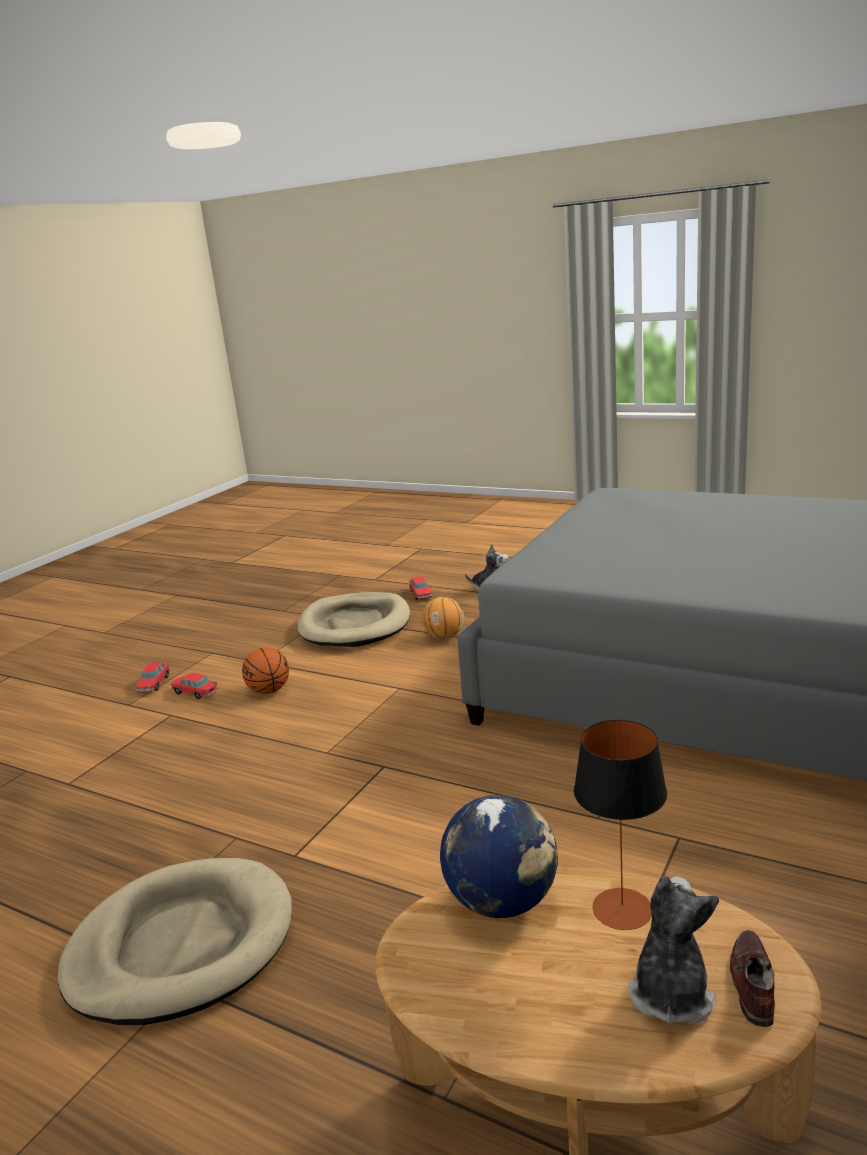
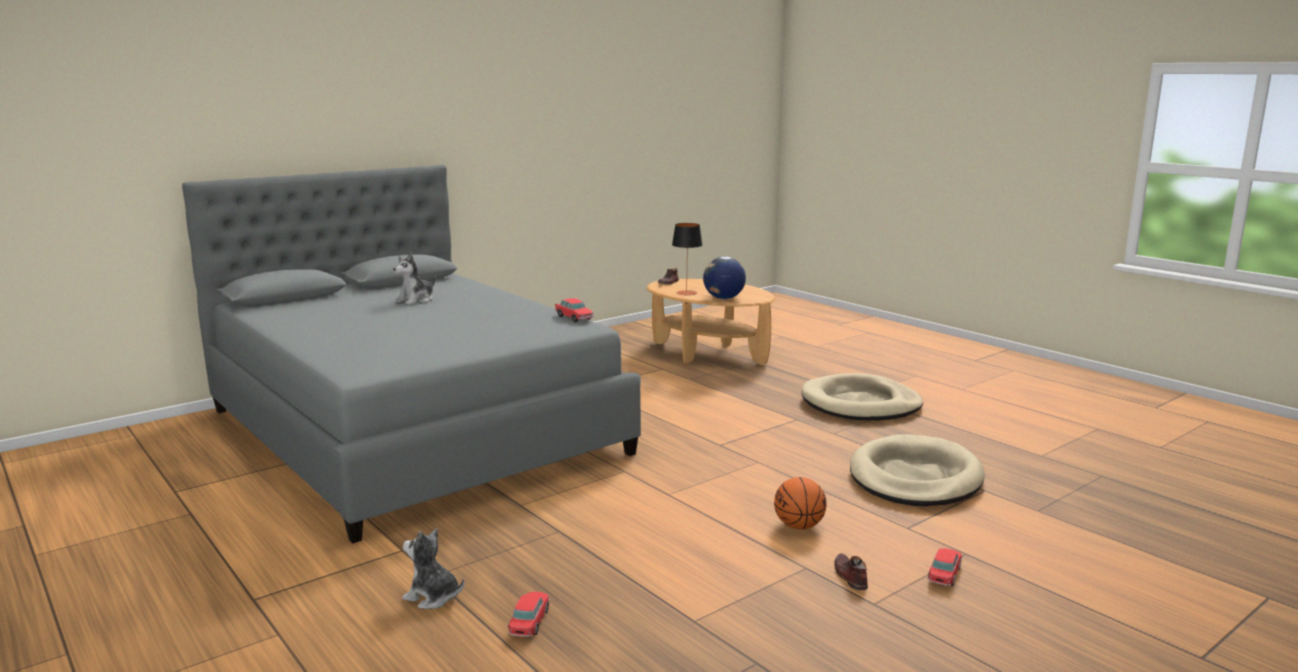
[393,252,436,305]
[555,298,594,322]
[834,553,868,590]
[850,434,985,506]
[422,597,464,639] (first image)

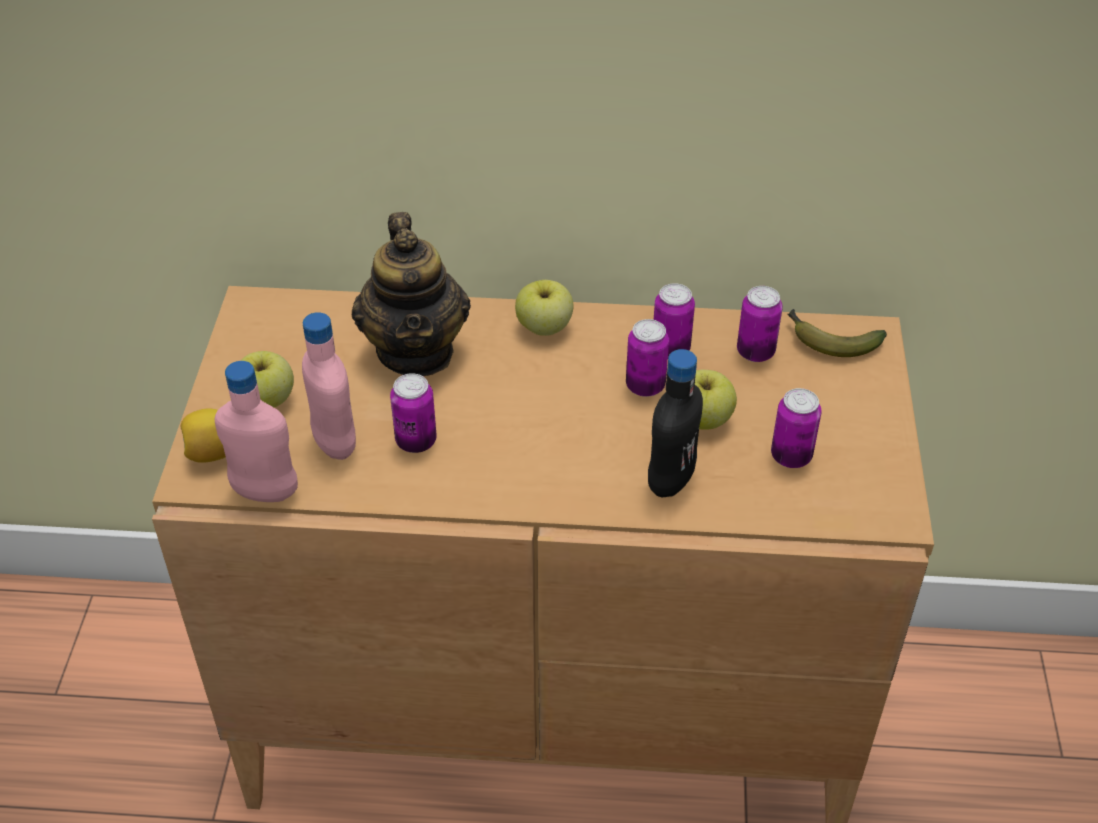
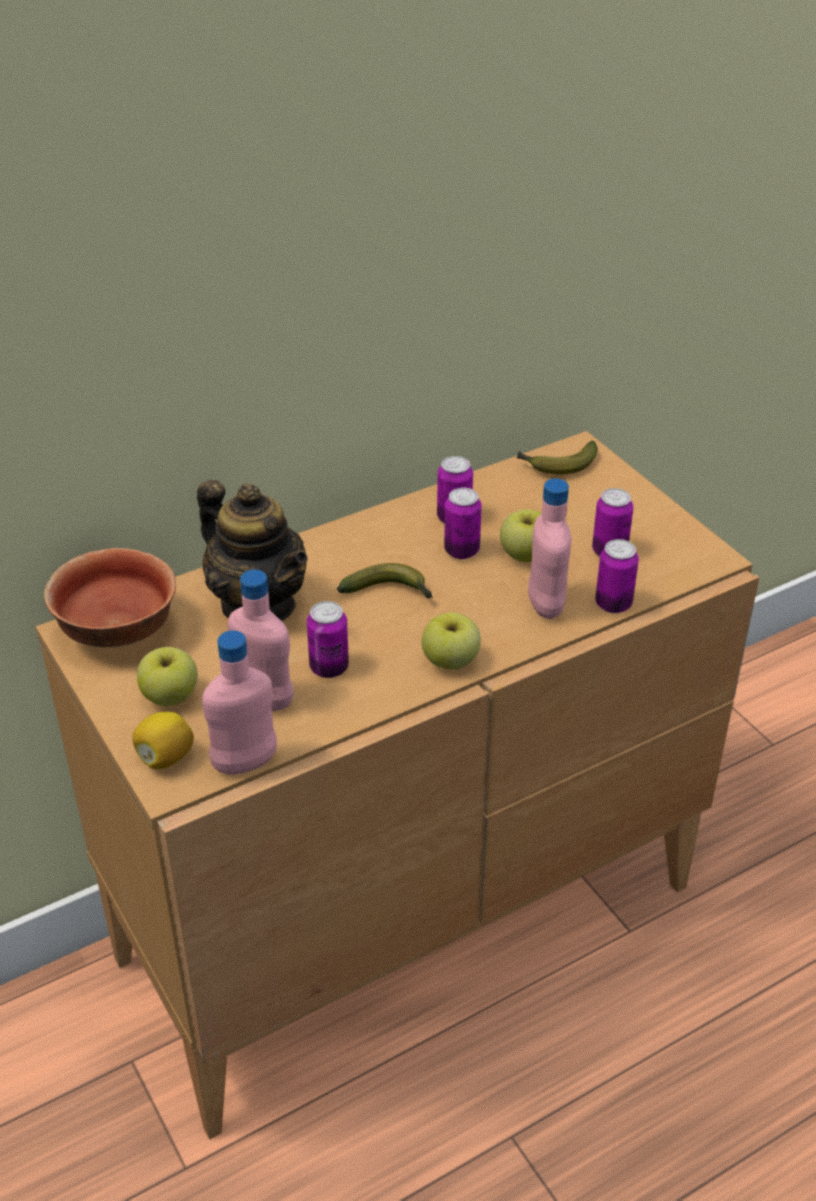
[44,548,176,648]
[337,563,433,598]
[421,612,481,670]
[528,478,571,619]
[595,539,639,613]

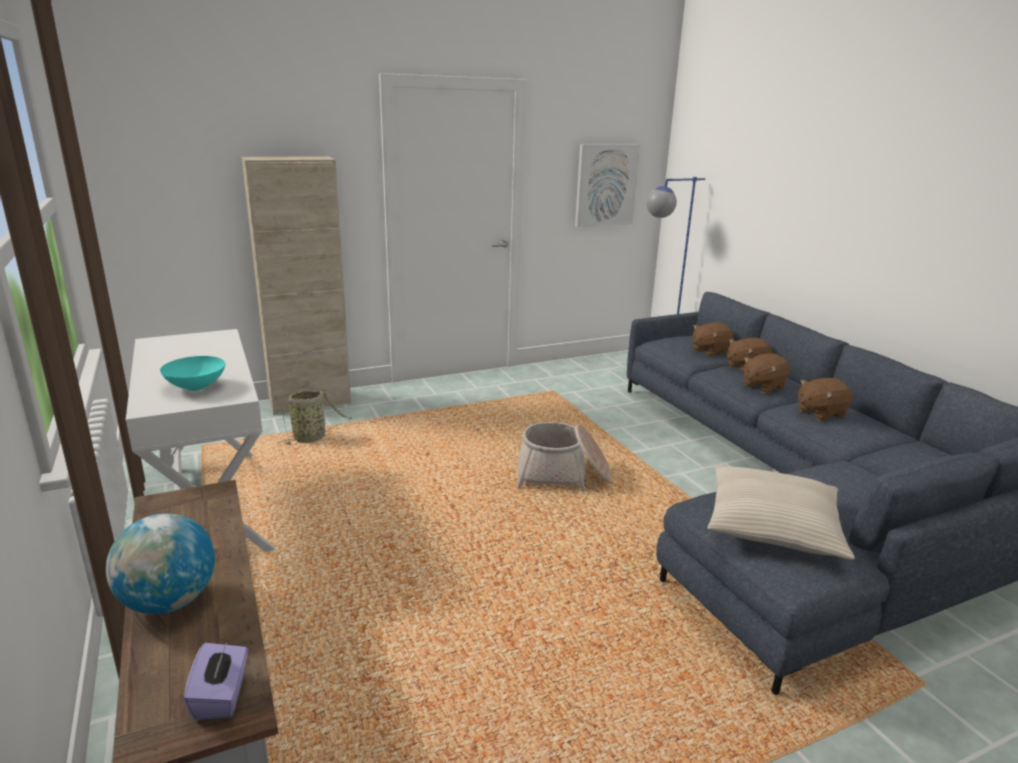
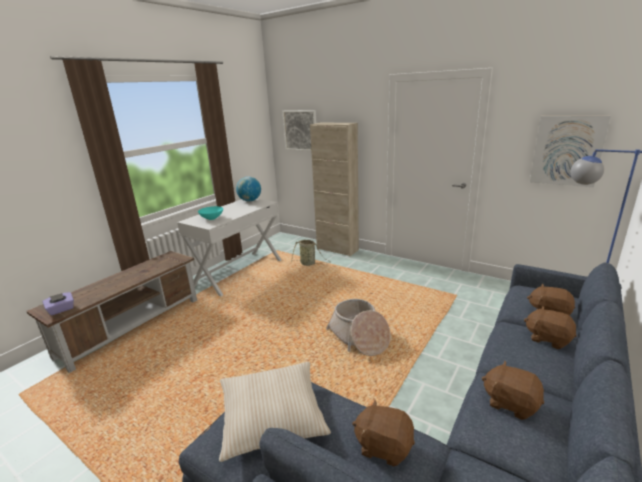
[236,177,261,201]
[283,110,316,151]
[352,399,415,466]

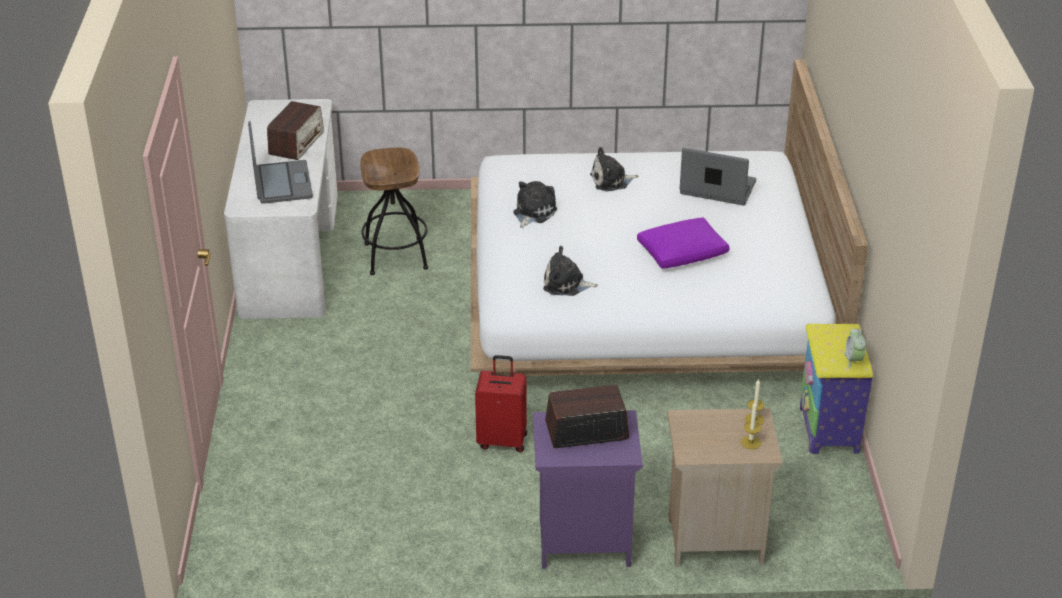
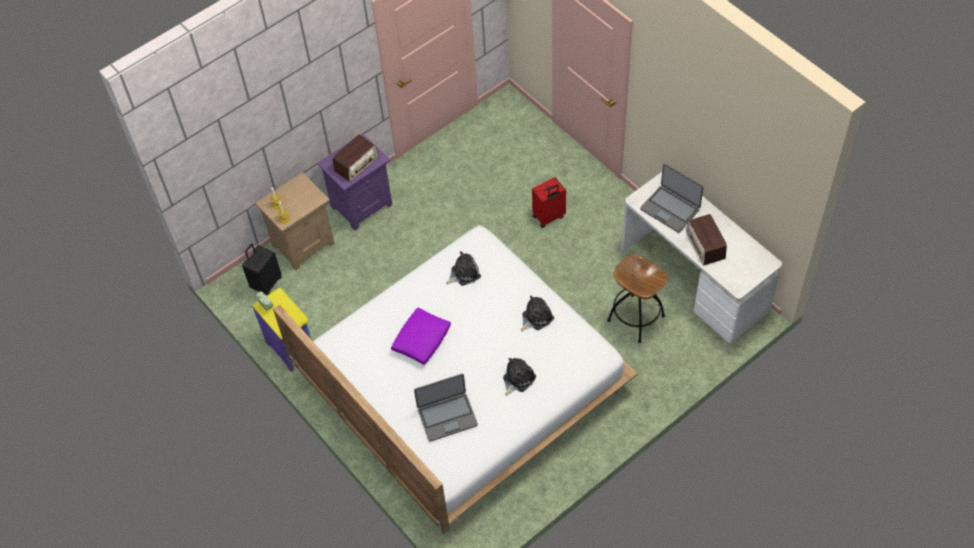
[242,243,282,296]
[521,296,554,331]
[532,177,566,228]

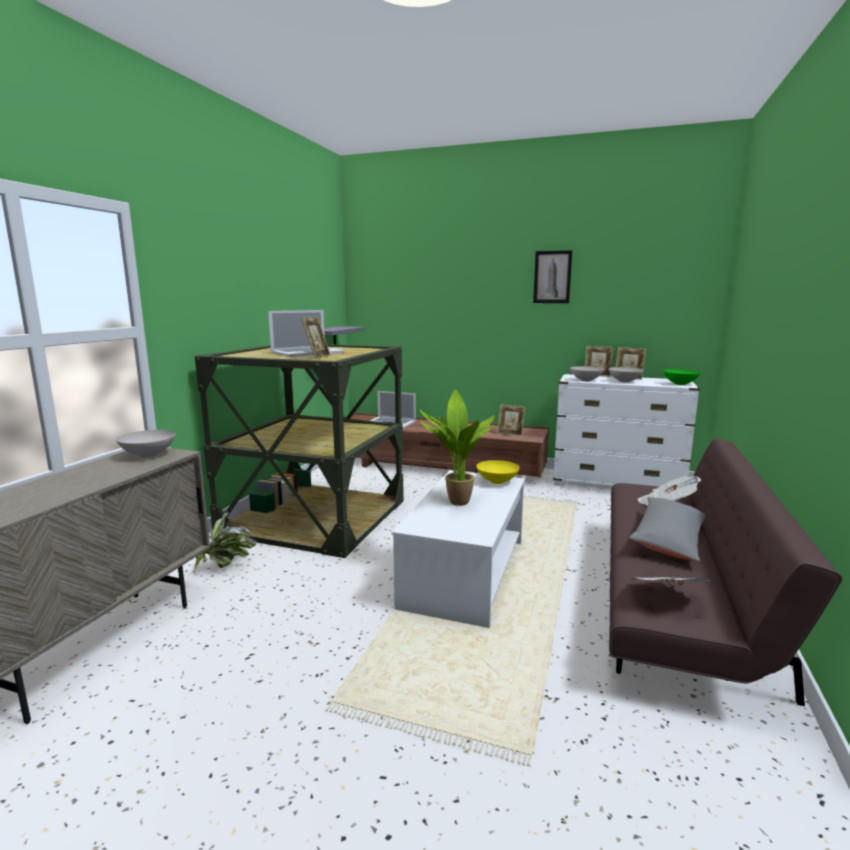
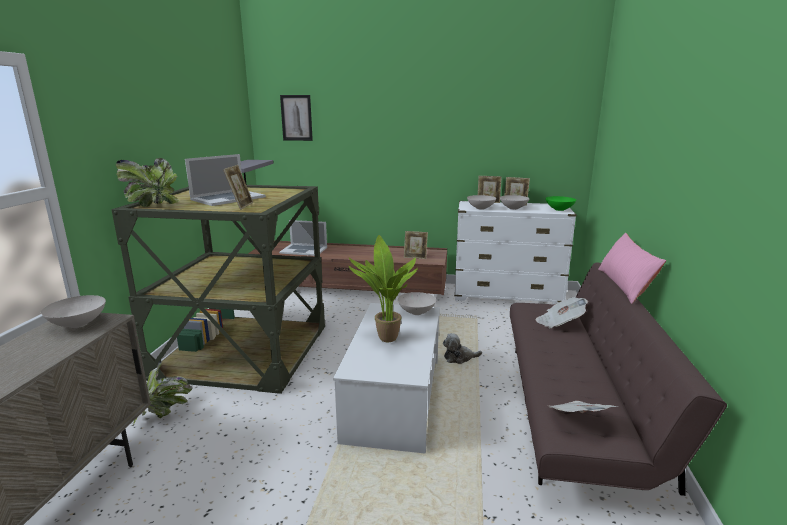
[116,158,179,207]
[280,95,313,141]
[398,292,436,315]
[443,333,482,364]
[598,233,666,304]
[629,497,706,562] (first image)

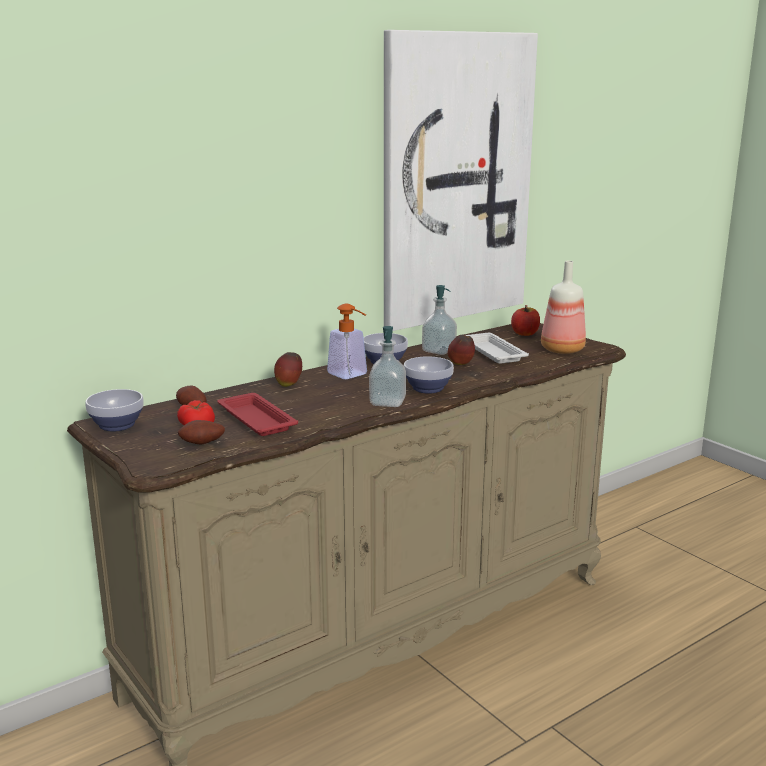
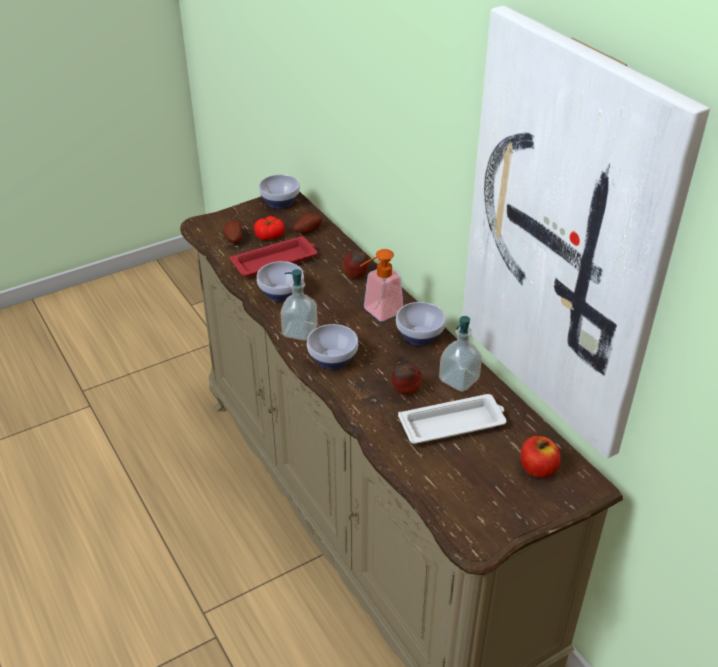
[257,261,304,302]
[541,260,586,354] (first image)

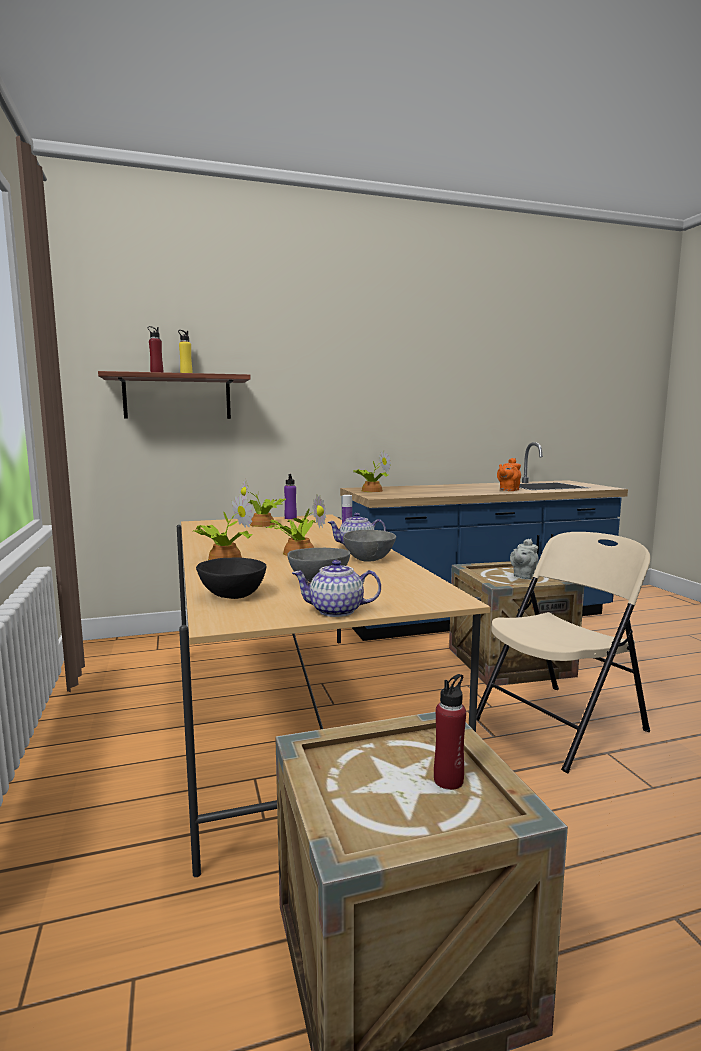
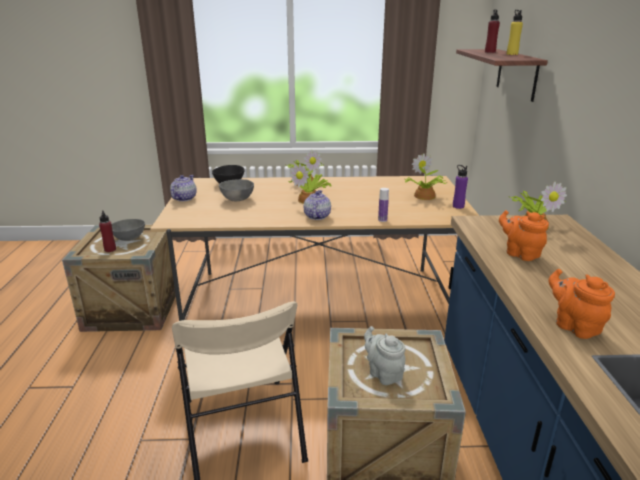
[112,219,145,241]
[499,210,549,261]

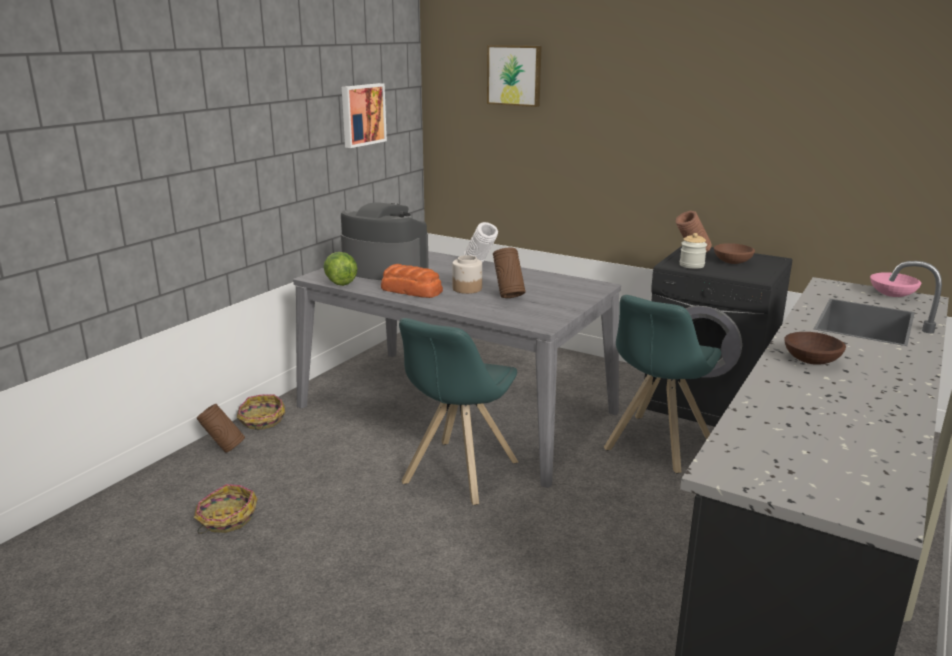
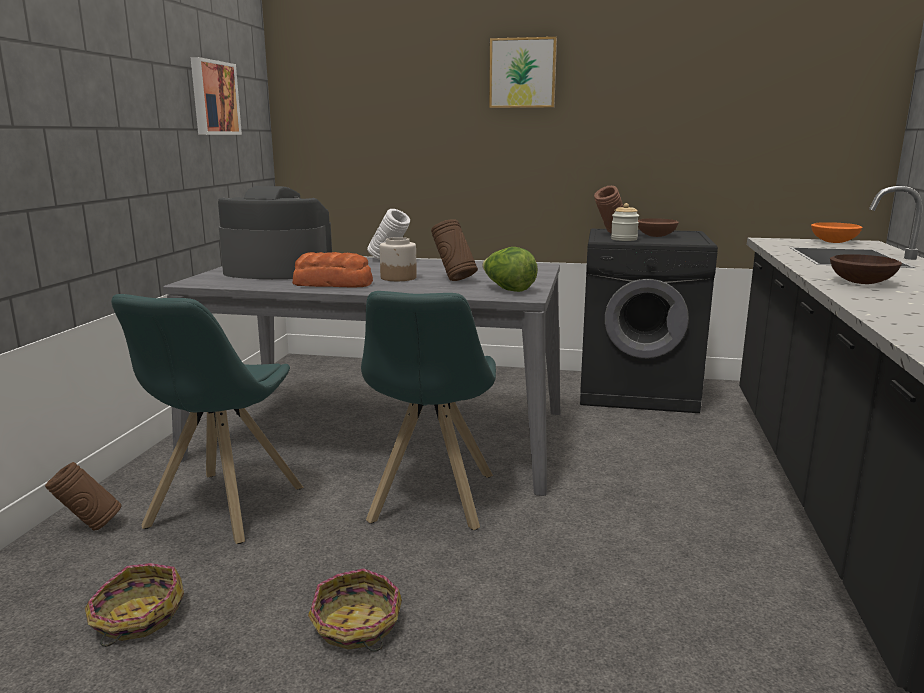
[111,294,304,544]
[308,568,402,652]
[482,247,538,292]
[489,37,557,108]
[811,222,862,243]

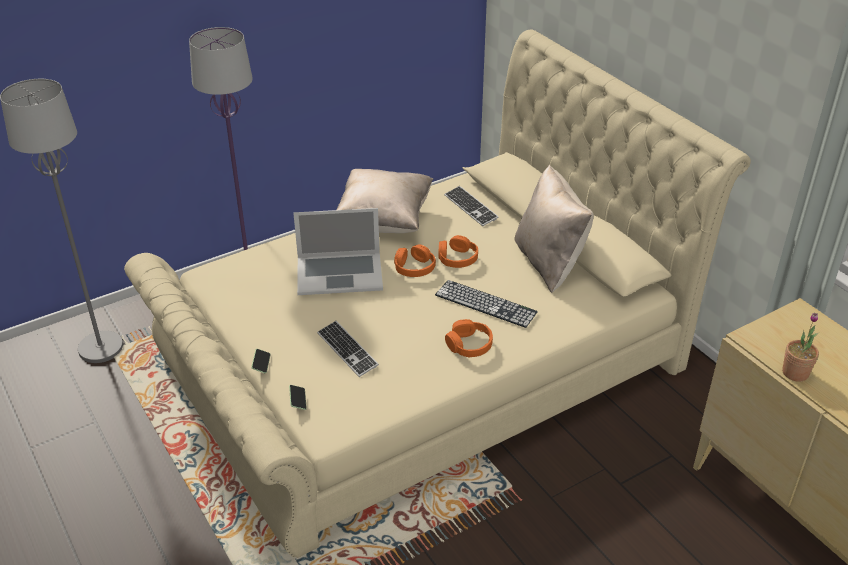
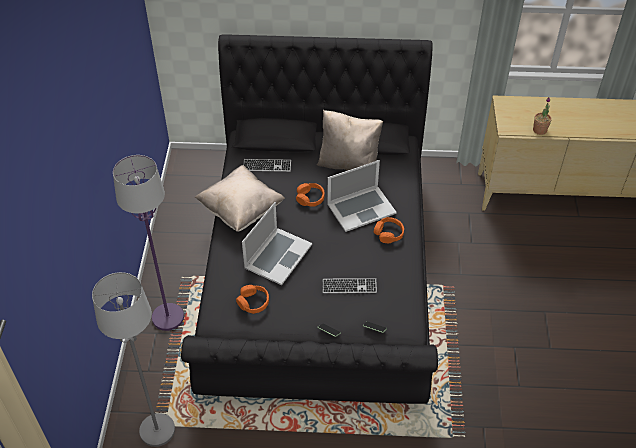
[181,34,438,404]
[236,285,269,314]
[327,160,397,232]

